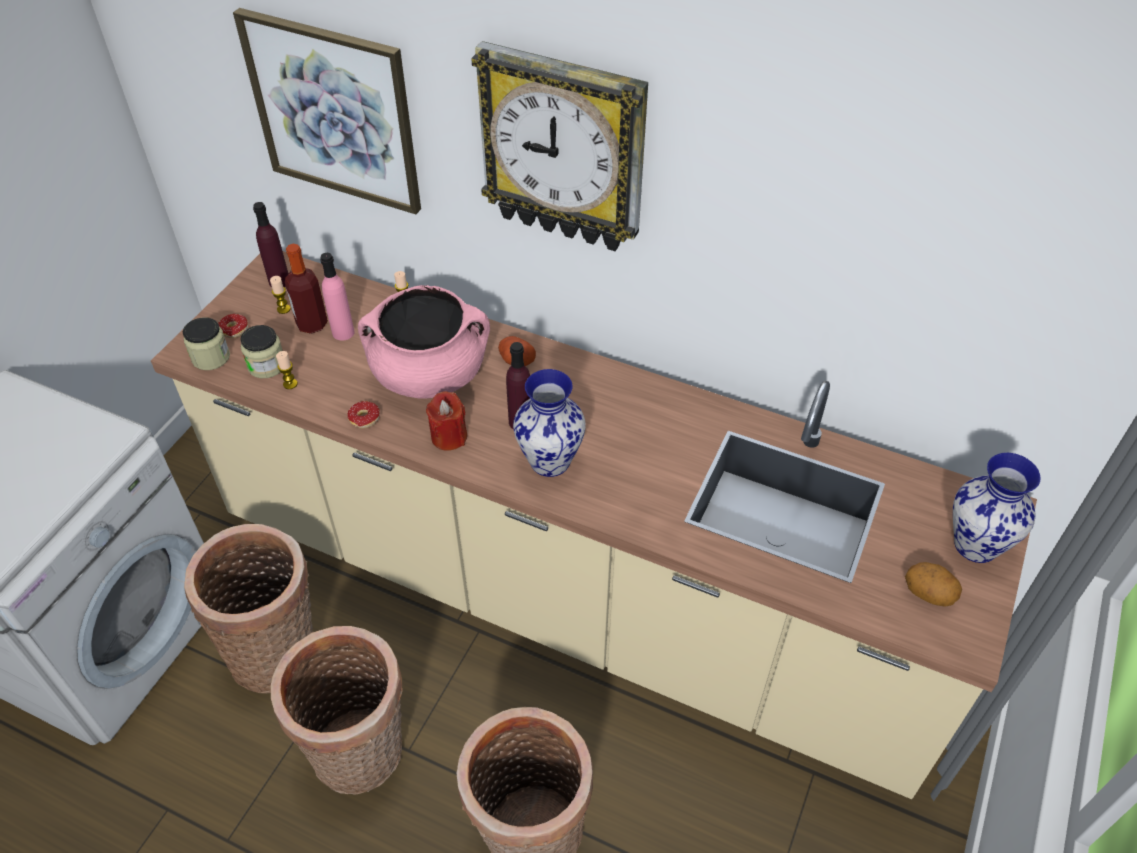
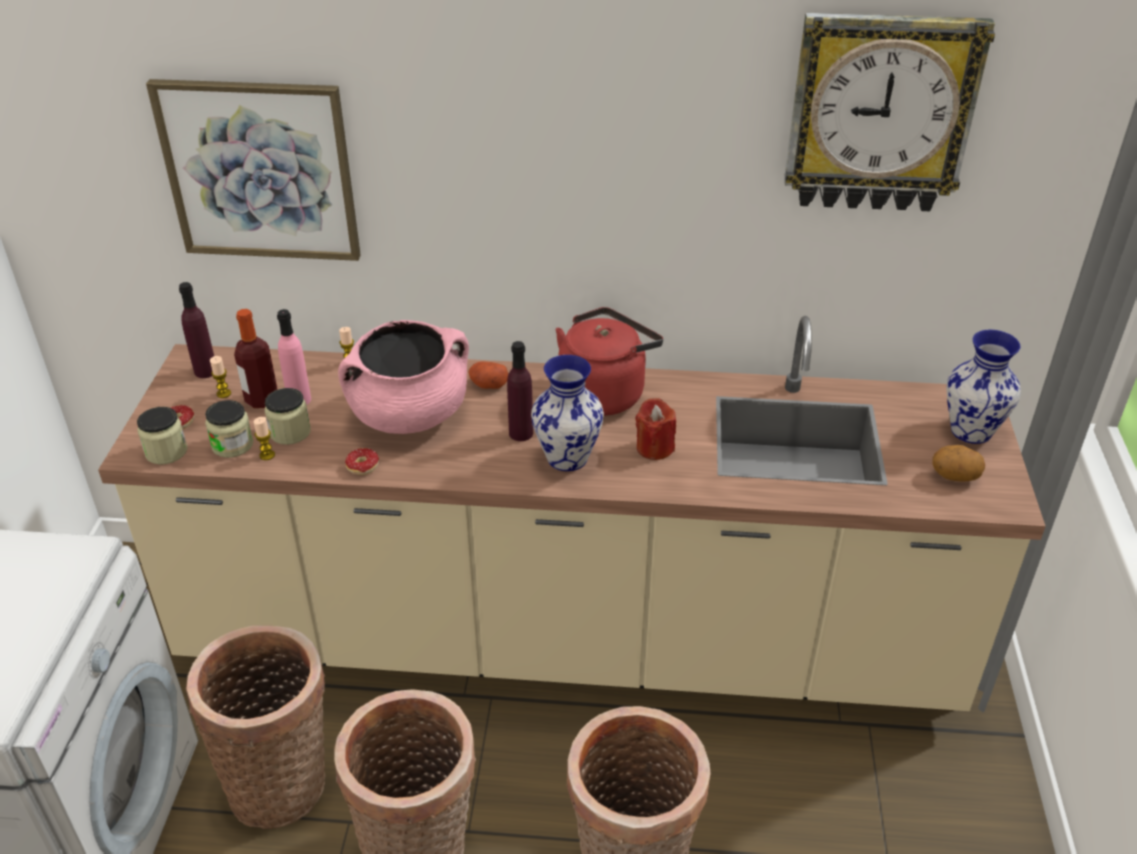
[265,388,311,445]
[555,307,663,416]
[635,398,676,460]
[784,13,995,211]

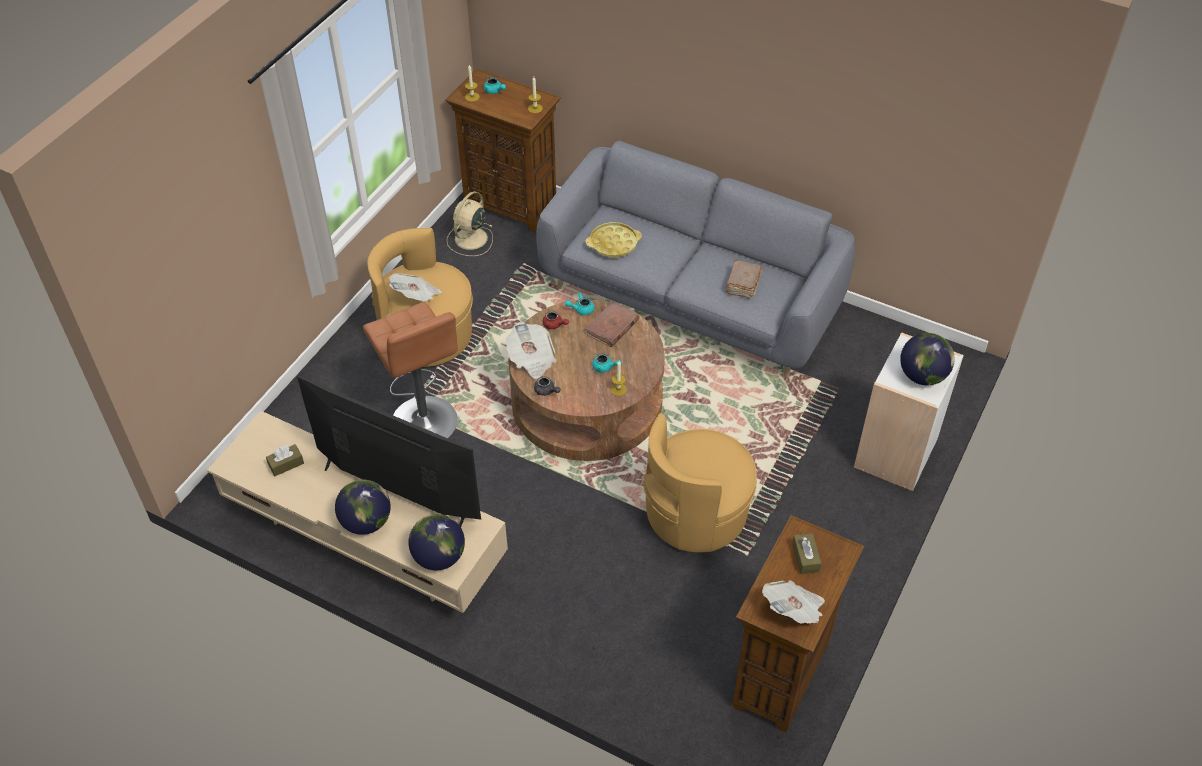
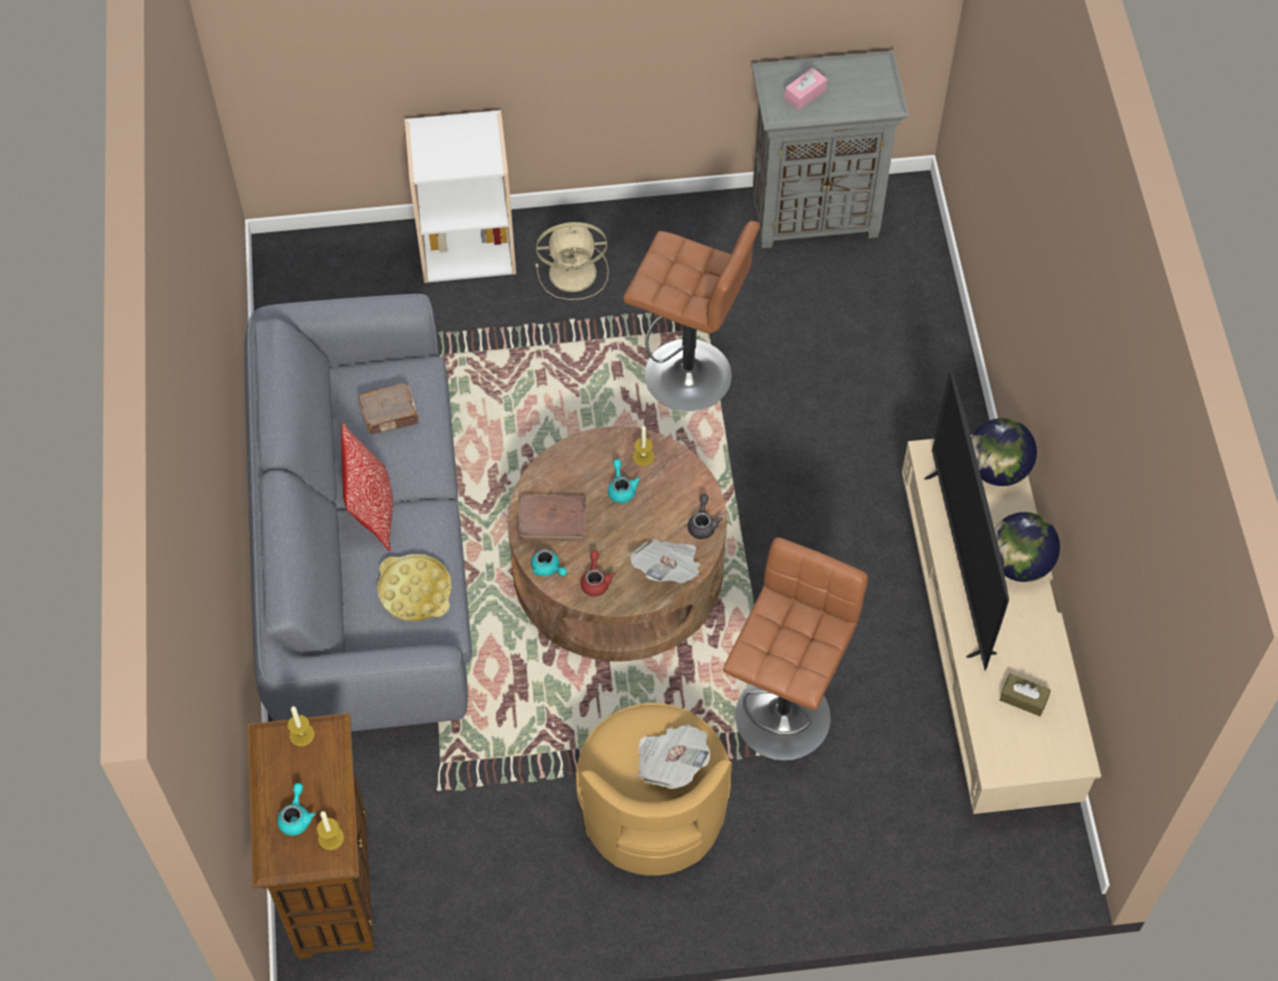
[341,423,393,551]
[535,222,609,300]
[623,221,760,412]
[752,51,909,248]
[784,68,827,110]
[762,580,825,624] (first image)
[900,333,955,385] (first image)

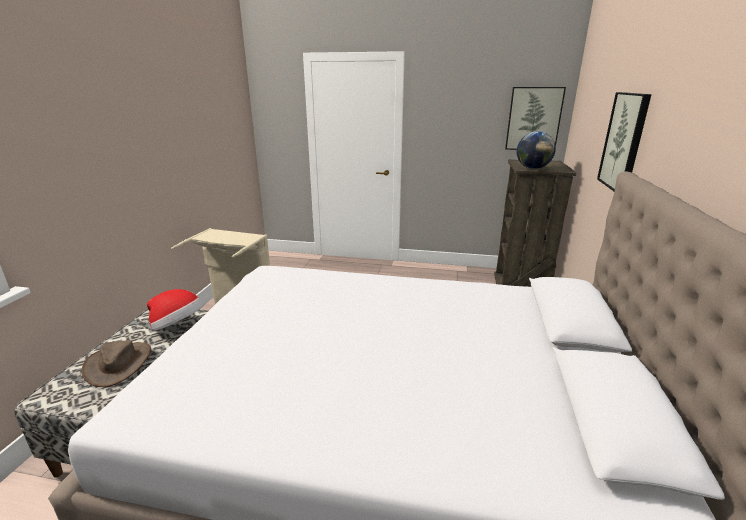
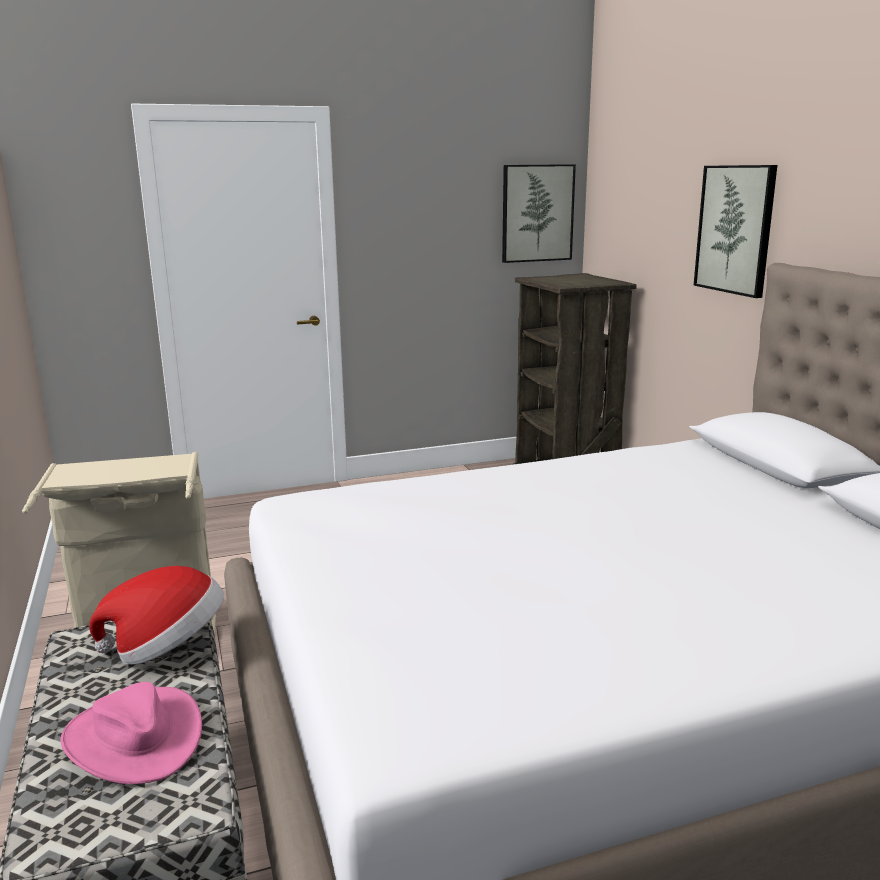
[60,682,202,784]
[517,131,556,169] (first image)

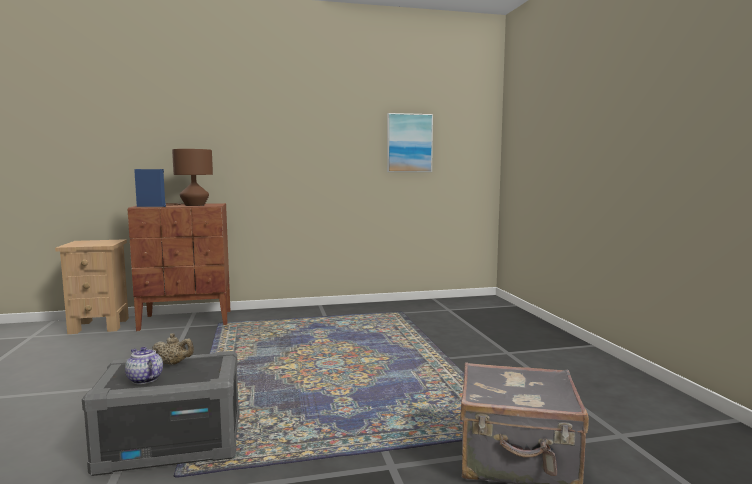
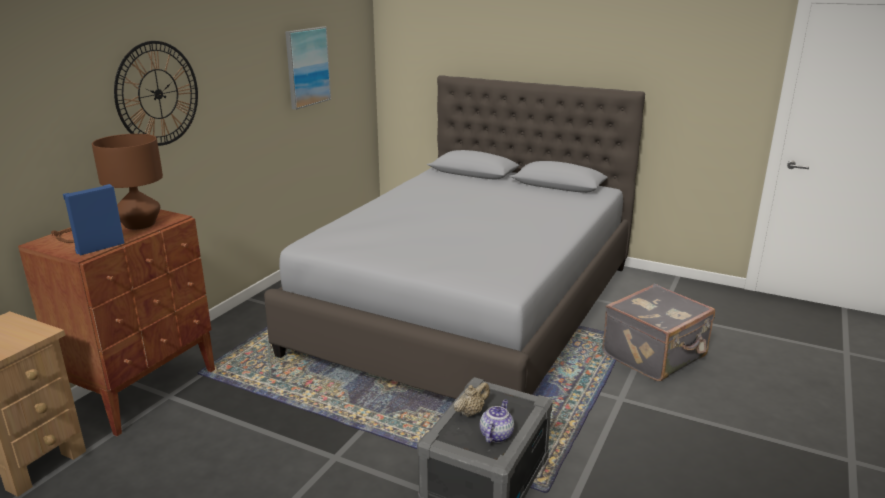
[114,41,198,146]
[264,75,645,399]
[480,400,514,443]

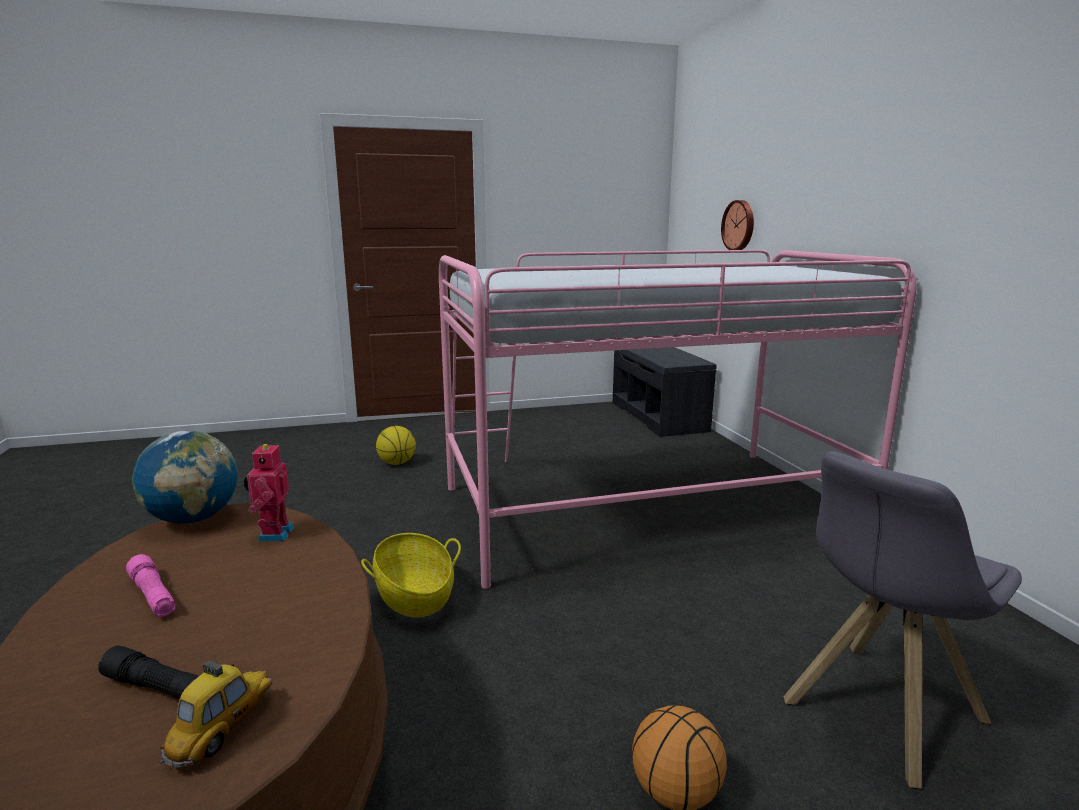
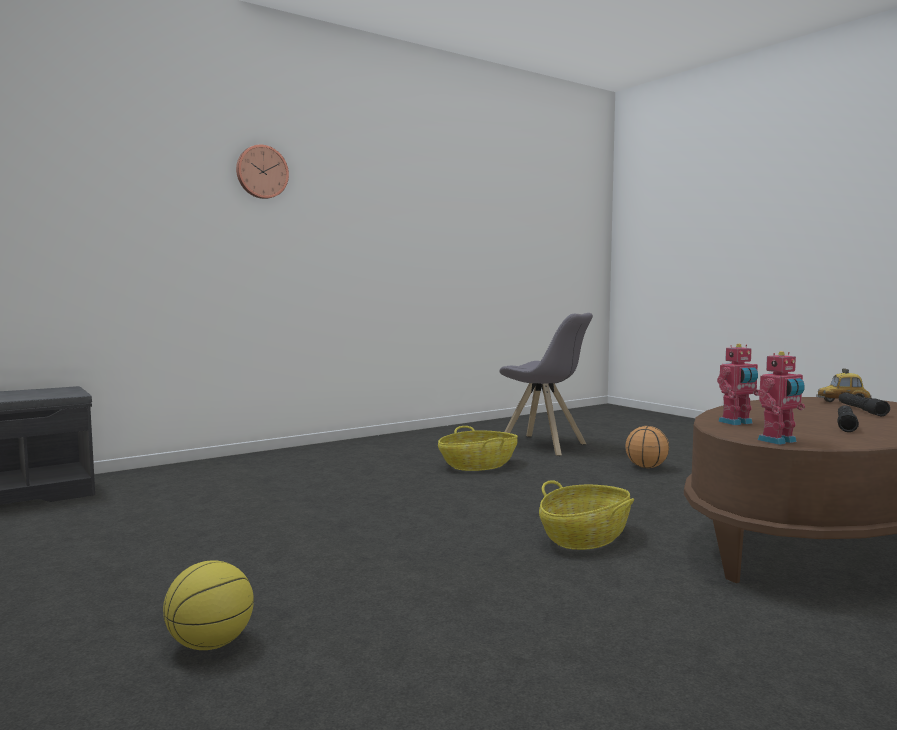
[236,145,289,199]
[438,426,518,471]
[758,351,805,445]
[838,405,859,432]
[439,250,917,589] (first image)

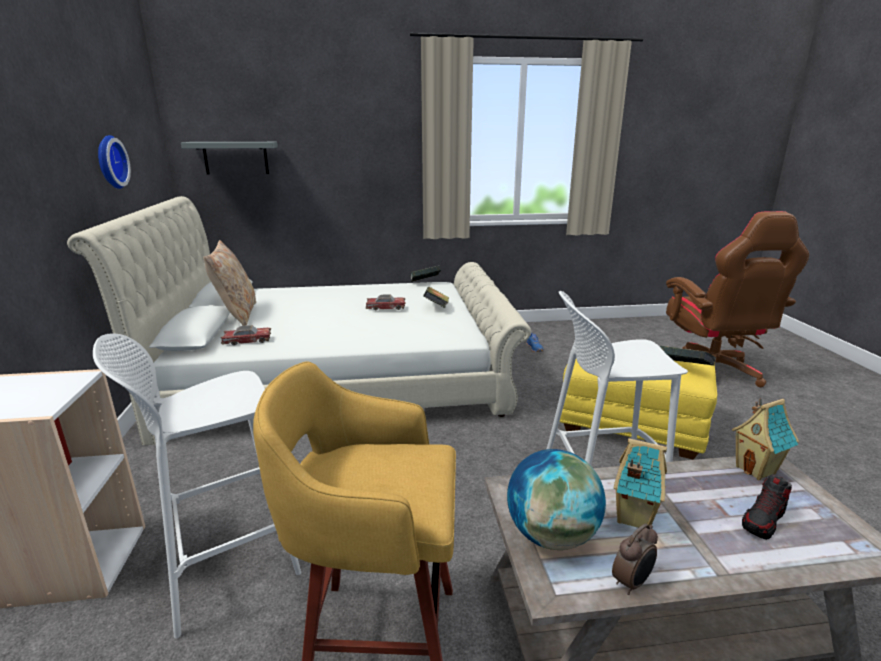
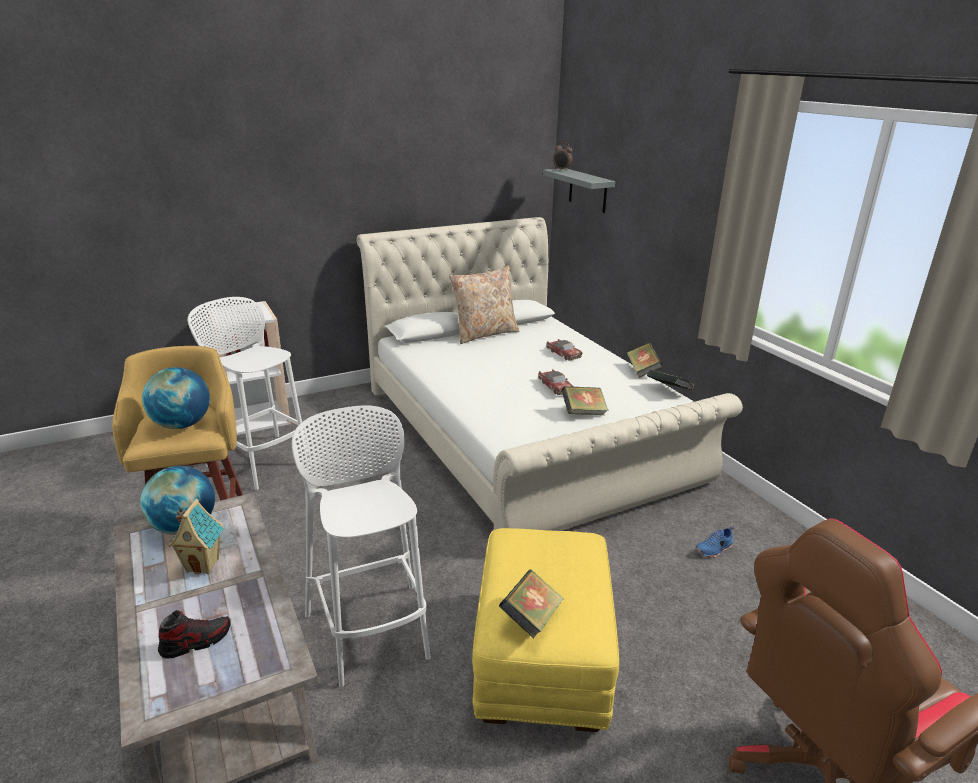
[142,367,210,429]
[158,610,231,659]
[546,339,582,361]
[553,142,573,170]
[627,343,663,378]
[98,135,131,189] (first image)
[732,398,799,480] (first image)

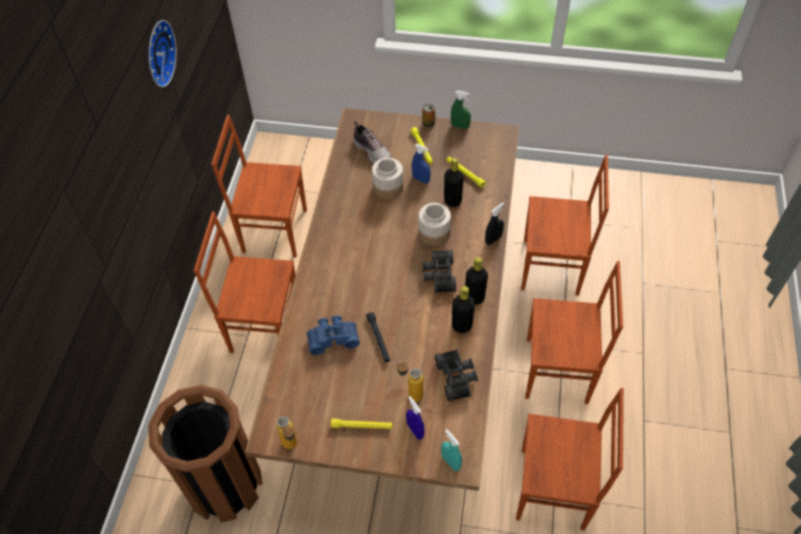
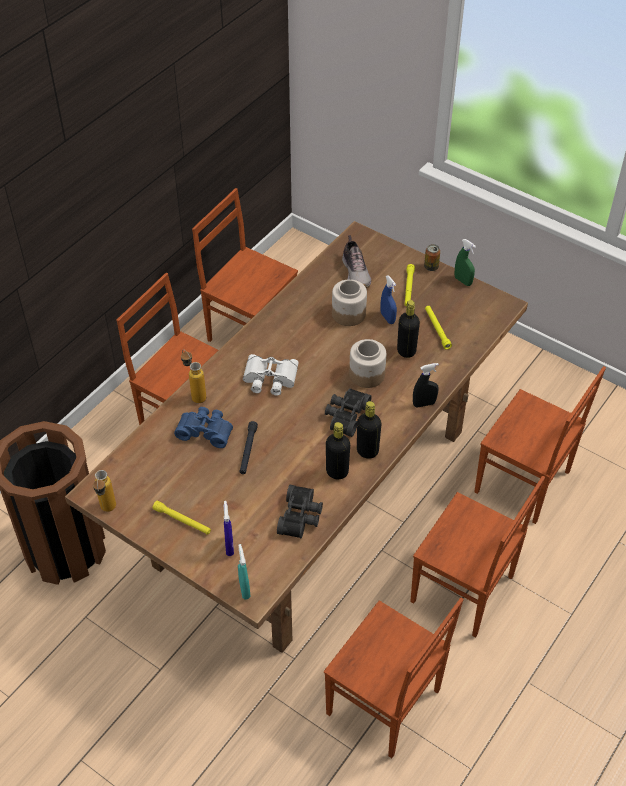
[181,350,206,403]
[243,354,299,396]
[148,20,177,87] (first image)

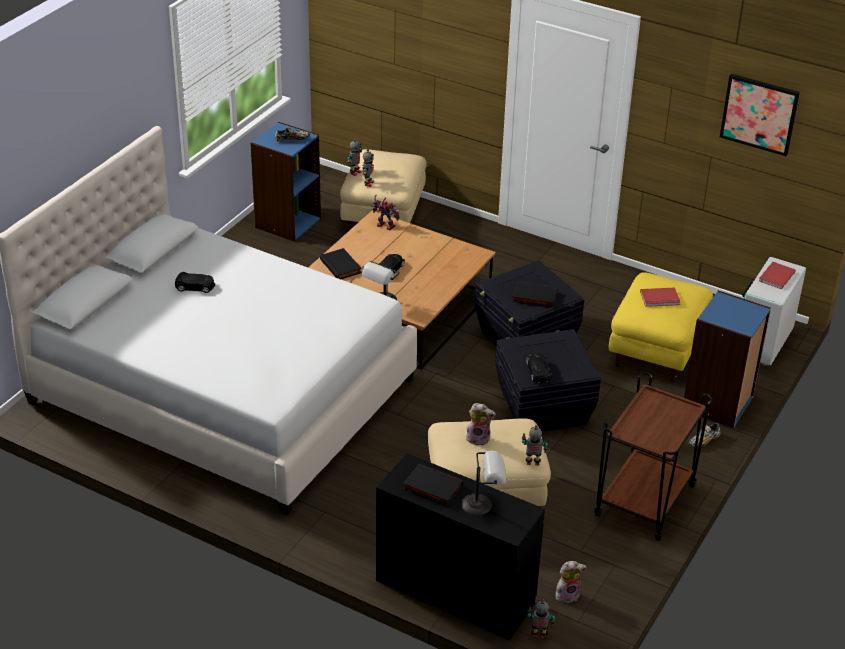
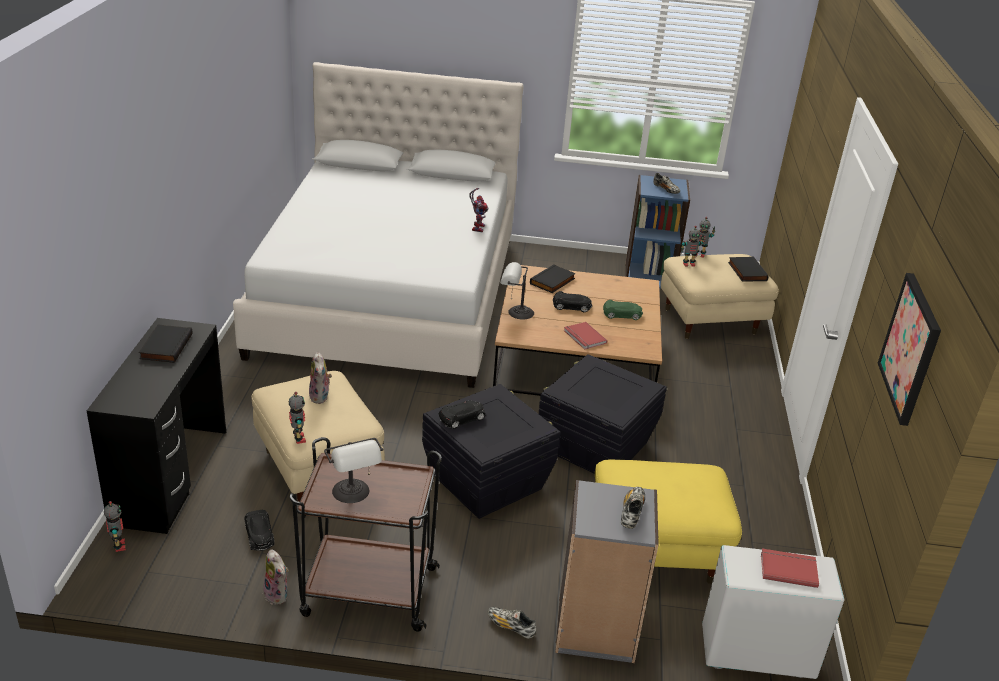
[244,510,274,551]
[263,550,289,605]
[324,438,383,503]
[469,188,488,232]
[555,480,659,663]
[564,322,607,350]
[603,300,643,320]
[621,487,645,529]
[728,256,769,282]

